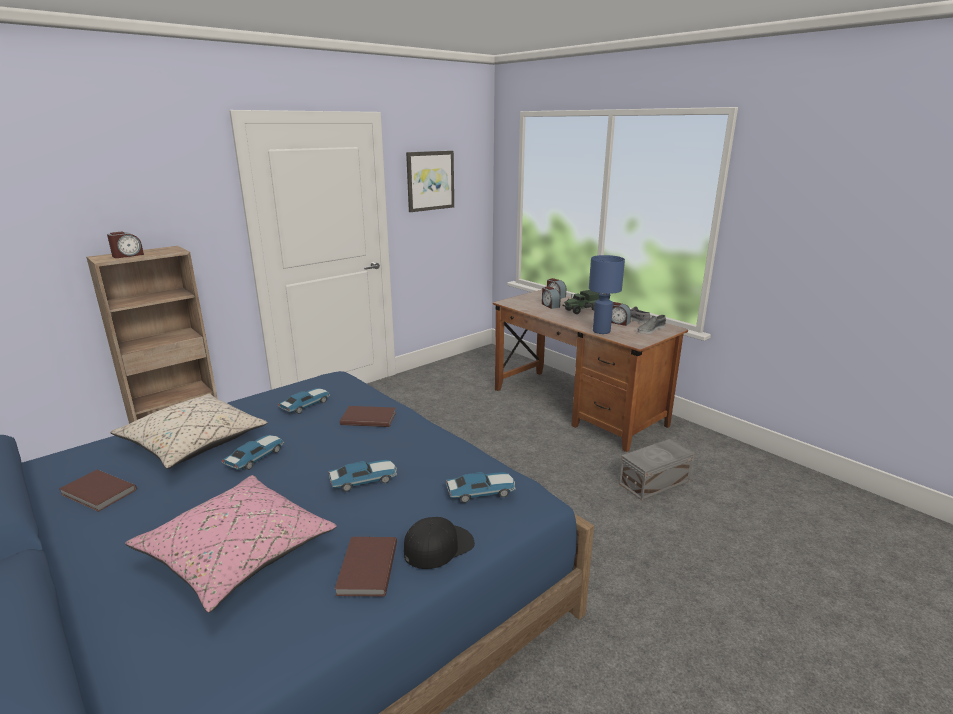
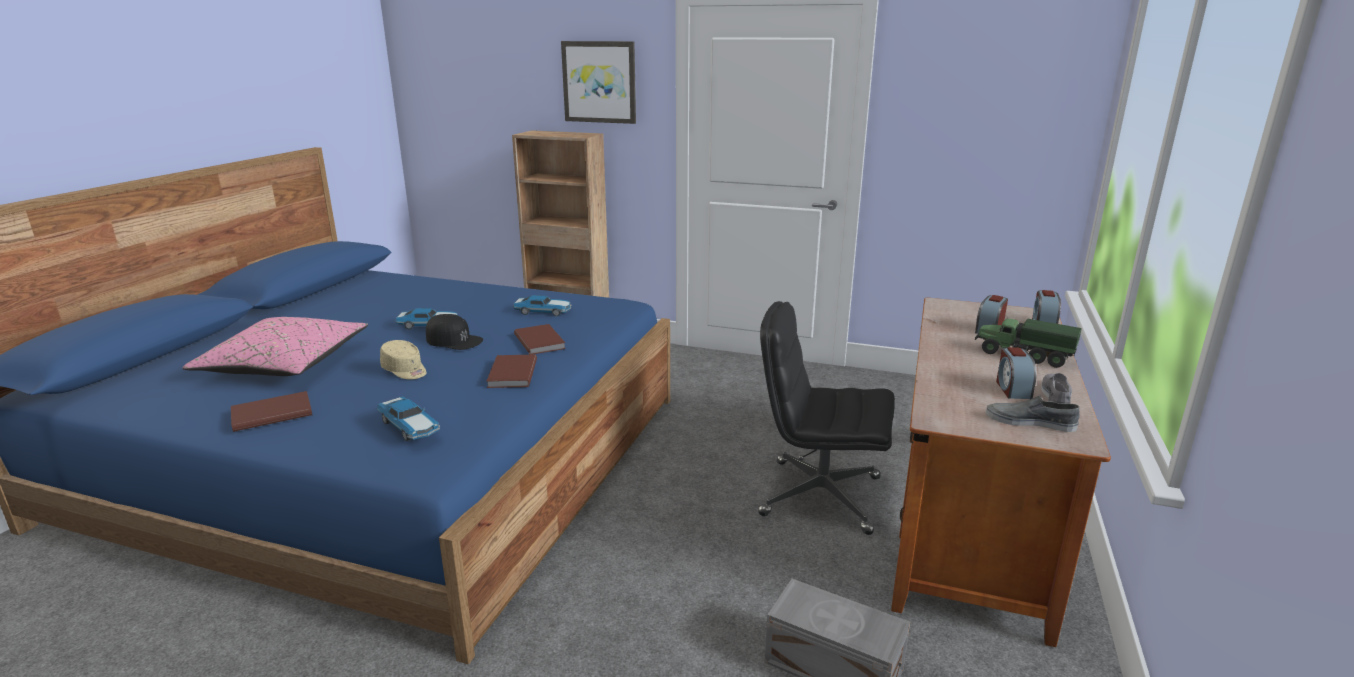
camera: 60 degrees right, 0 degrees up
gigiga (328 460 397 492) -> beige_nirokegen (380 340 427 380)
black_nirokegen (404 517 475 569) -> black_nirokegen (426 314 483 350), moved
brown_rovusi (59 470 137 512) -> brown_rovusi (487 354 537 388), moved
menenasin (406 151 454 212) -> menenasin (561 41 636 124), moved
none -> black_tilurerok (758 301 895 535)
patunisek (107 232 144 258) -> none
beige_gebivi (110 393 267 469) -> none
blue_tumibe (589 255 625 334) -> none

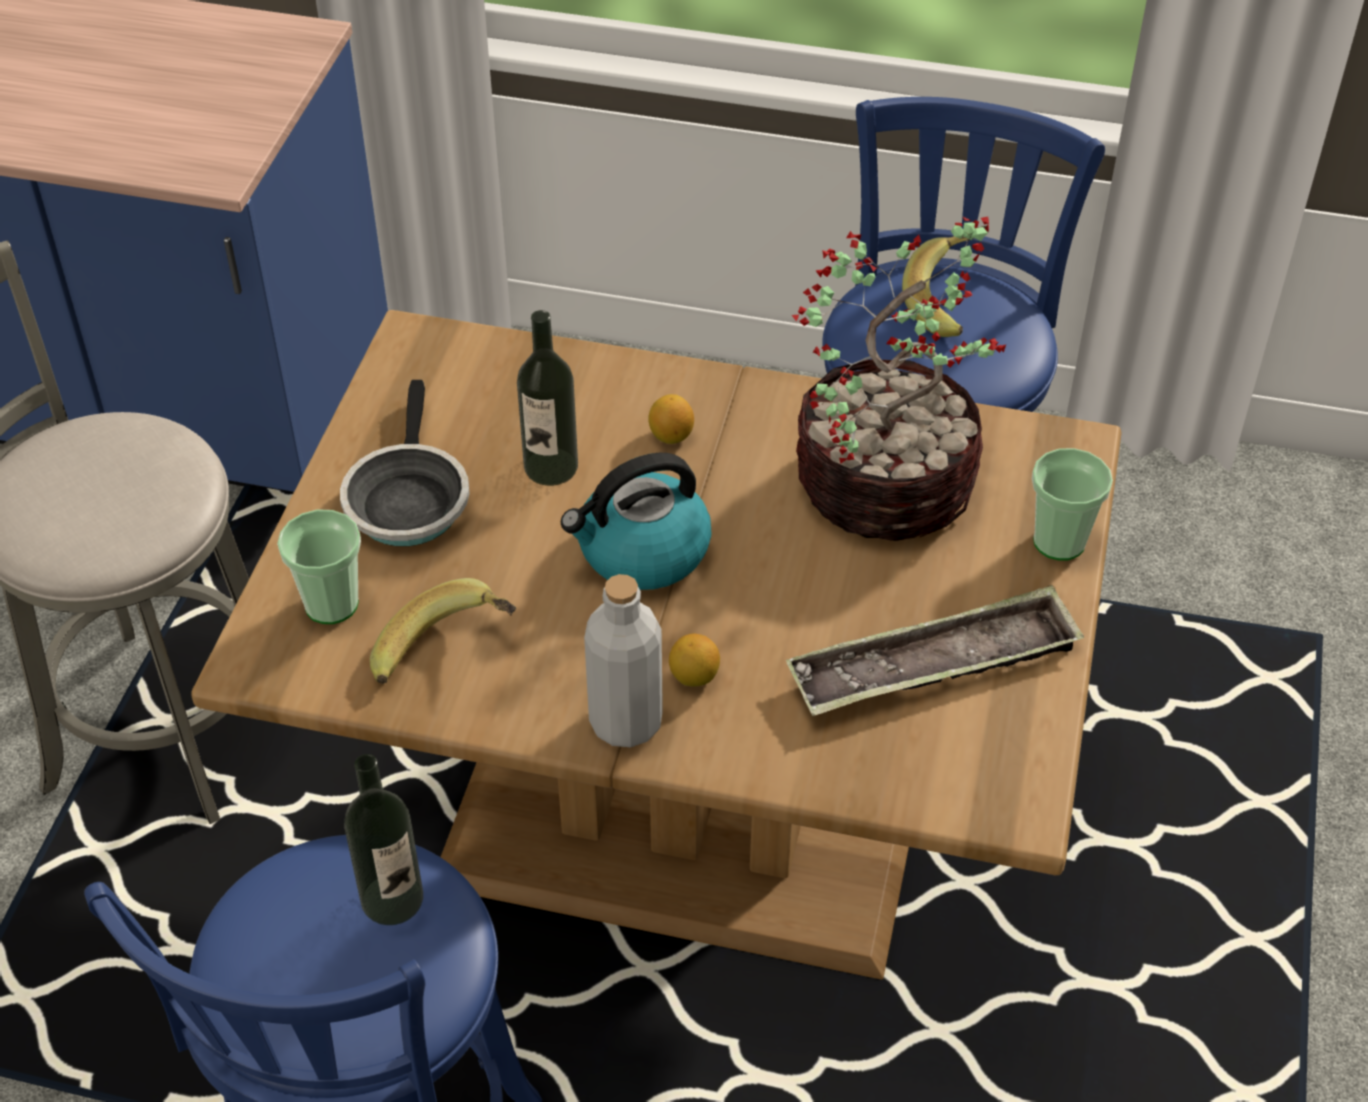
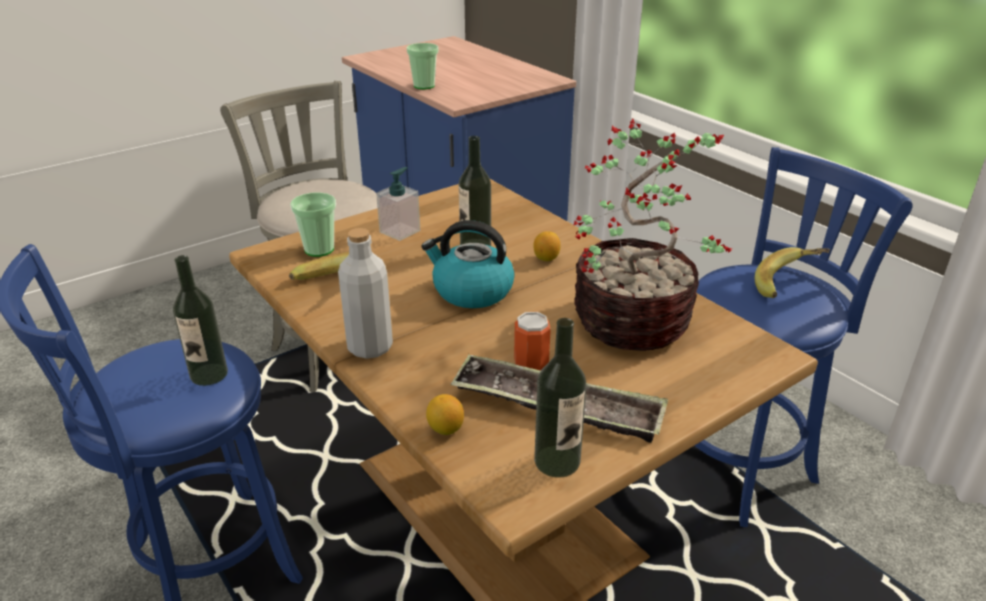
camera: 40 degrees right, 15 degrees down
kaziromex (340 380 470 546) -> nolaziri (376 167 420 241)
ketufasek (1032 448 1113 561) -> ketufasek (407 43 439 89), moved
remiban (669 633 720 687) -> remiban (426 394 464 435), moved
none -> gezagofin (514 312 551 371)
none -> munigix (534 318 586 478)

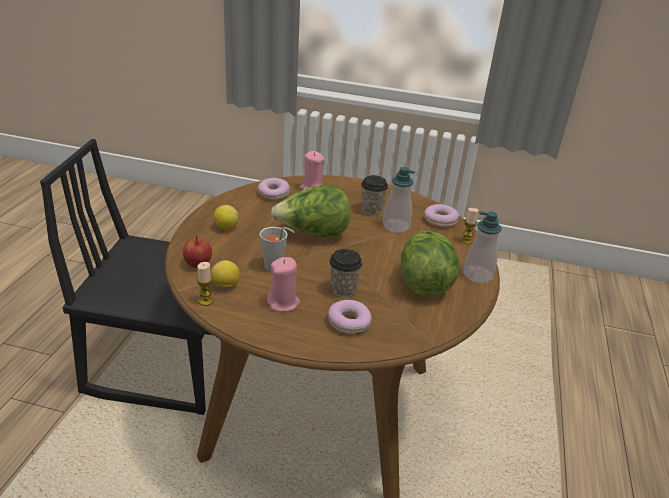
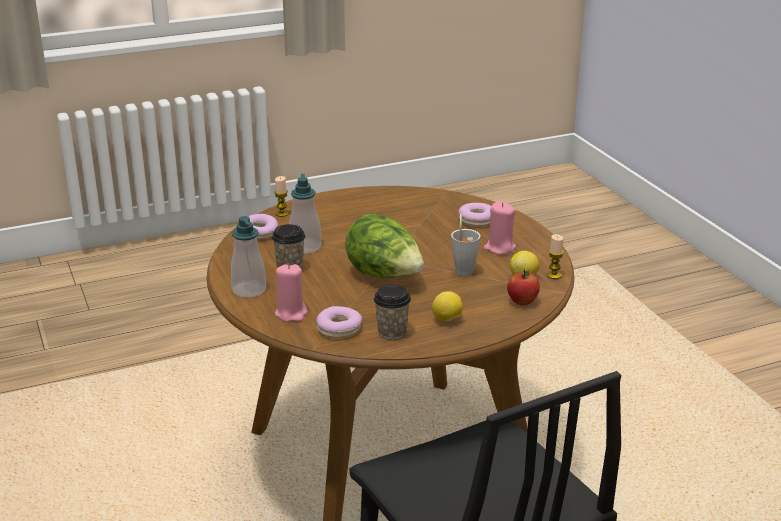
camera: 125 degrees left, 5 degrees down
nolaziri (463 211 502 283) -> nolaziri (231 216 266 298), moved
ketufasek (329 249 363 298) -> ketufasek (374 285 411 340), moved
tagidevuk (401 231 459 297) -> none

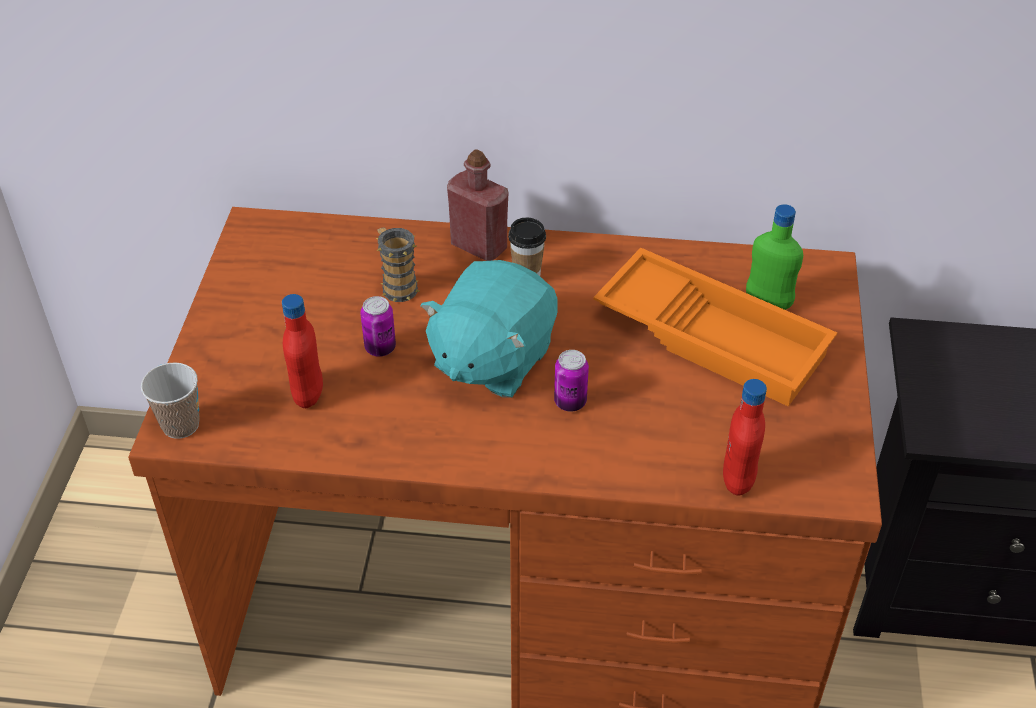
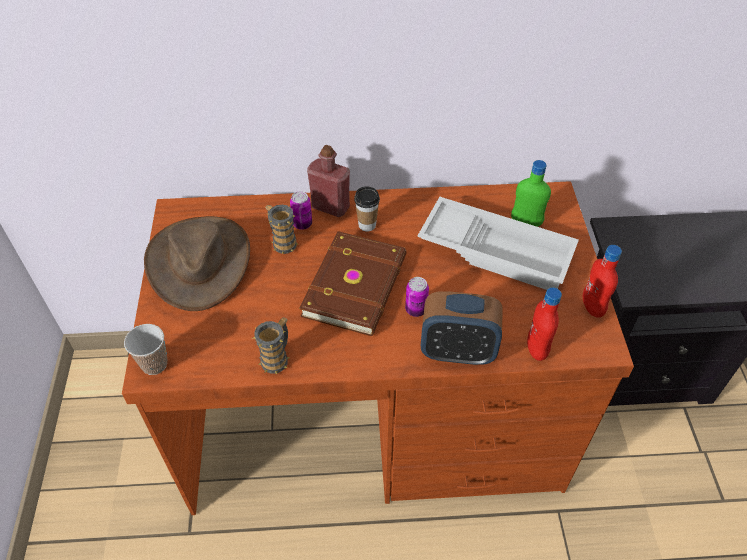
camera: 10 degrees left, 5 degrees up
none -> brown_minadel (144 216 250 311)
none -> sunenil (253 317 290 374)
gezagofin (360 296 396 357) -> gezagofin (290 191 312 230), moved
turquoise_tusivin (420 260 558 397) -> brown_rovusi (299 231 406 336)
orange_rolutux (593 247 837 406) -> white_rolutux (417 197 579 290)
none -> patunisek (421 291 503 365)
red_munigix (282 294 323 408) -> red_munigix (583 245 622 318), moved

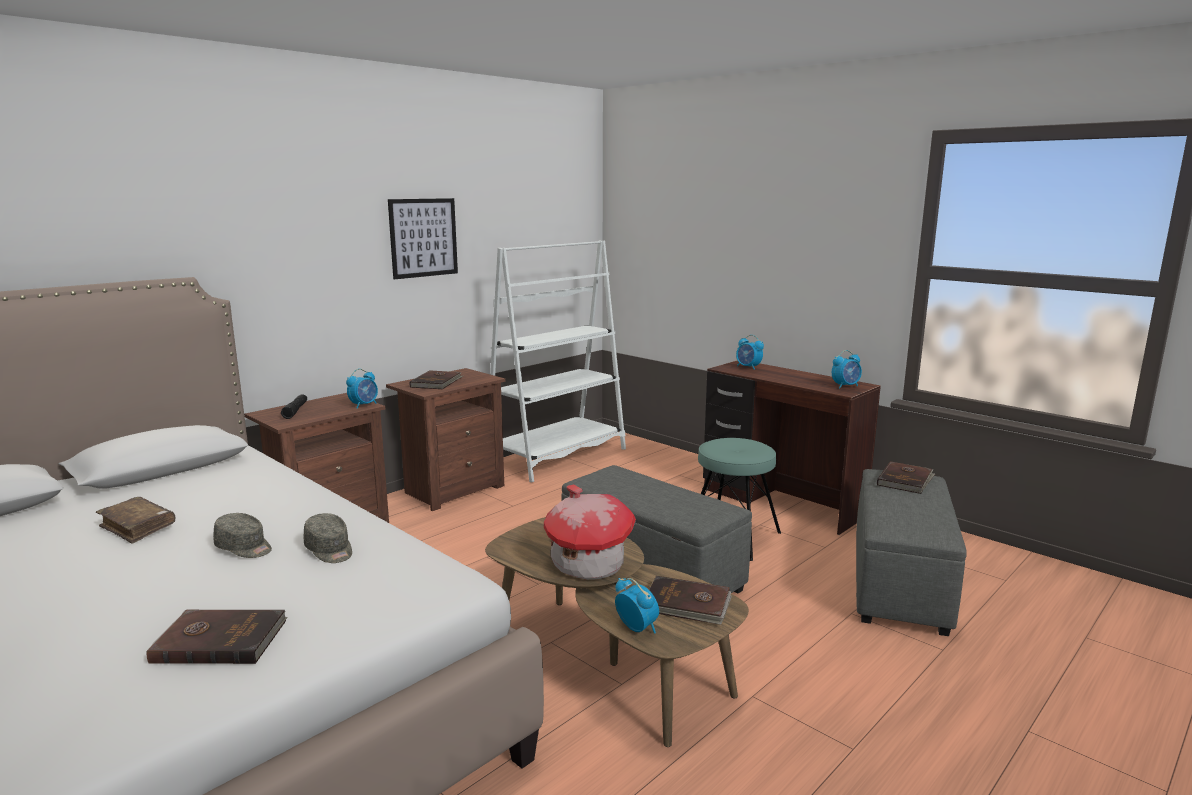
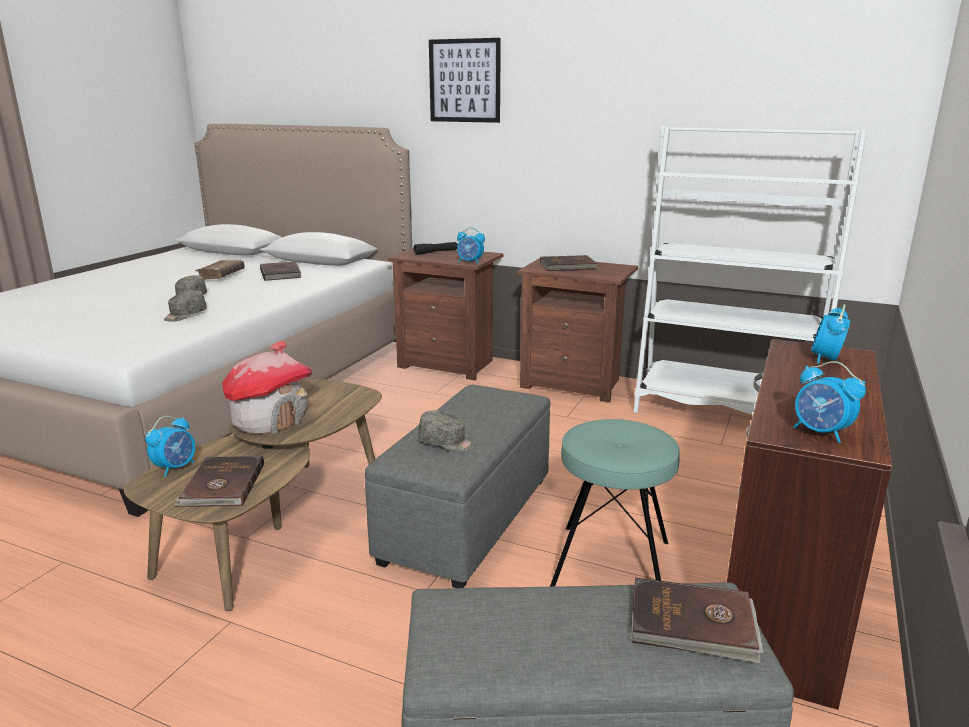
camera: 70 degrees right, 5 degrees up
brown_rovusi (146 610 288 664) -> brown_rovusi (260 261 301 281), moved
none -> grey_nirokegen (418 410 474 452)
menenasin (388 198 458 279) -> menenasin (429 38 501 123), moved

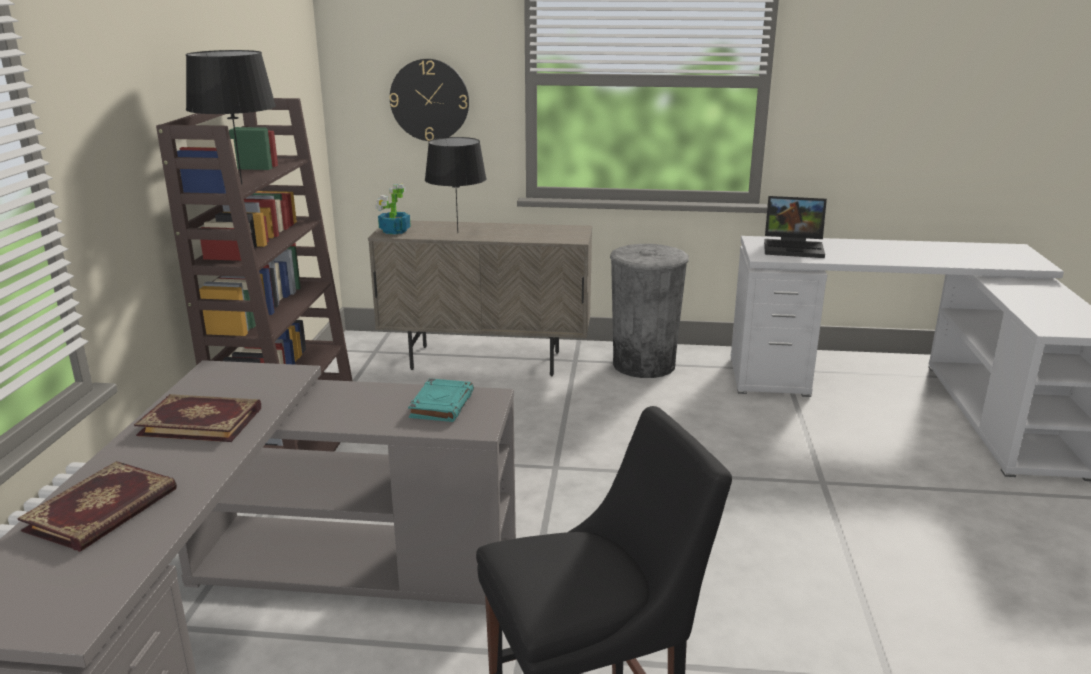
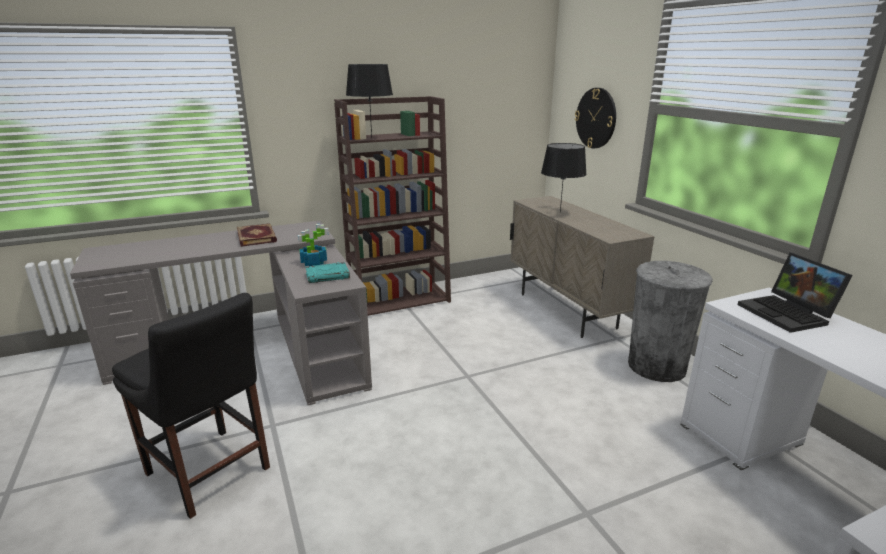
camera: 60 degrees right, 0 degrees up
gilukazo (375 184 411 235) -> gilukazo (298 224 328 266), moved
rovusi (17 461 177 552) -> none

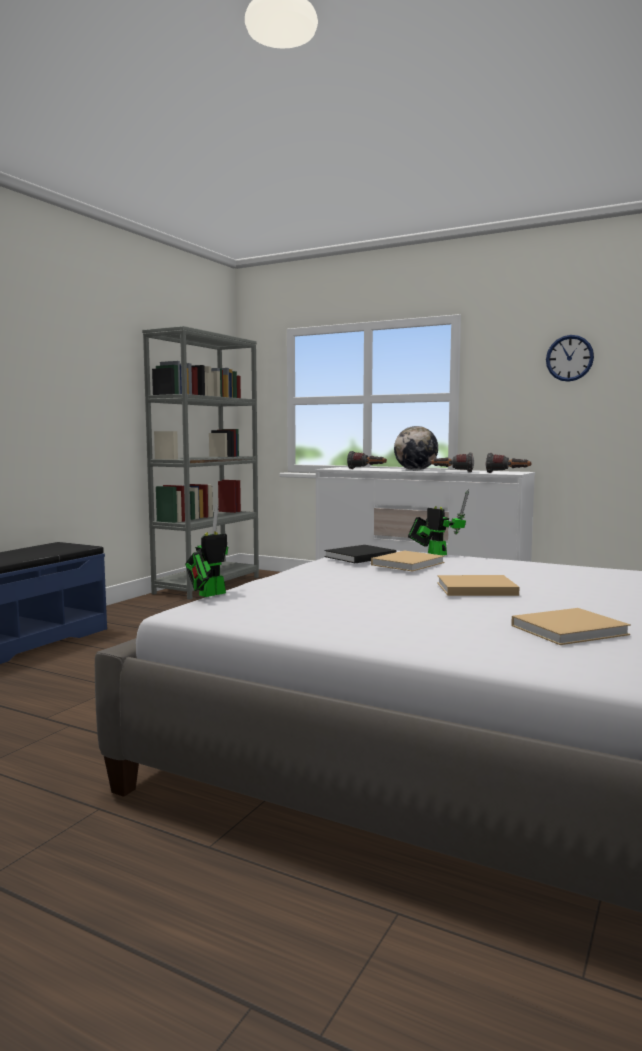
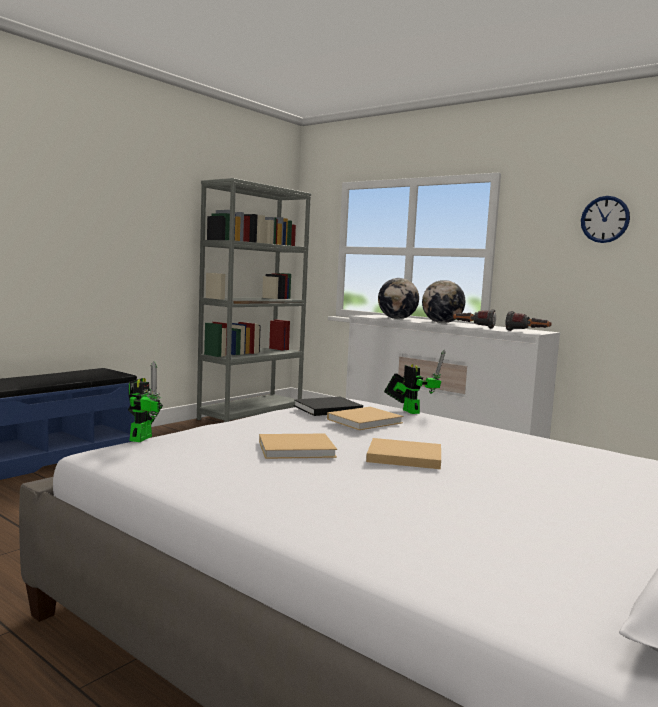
camera: 10 degrees right, 0 degrees up
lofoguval (185 504 228 597) -> lofoguval (128 362 163 442), 135 degrees clockwise
beige_rovusi (511 608 631 645) -> beige_rovusi (259 434 337 459), moved
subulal (347 451 387 469) -> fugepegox (378 278 419 319)

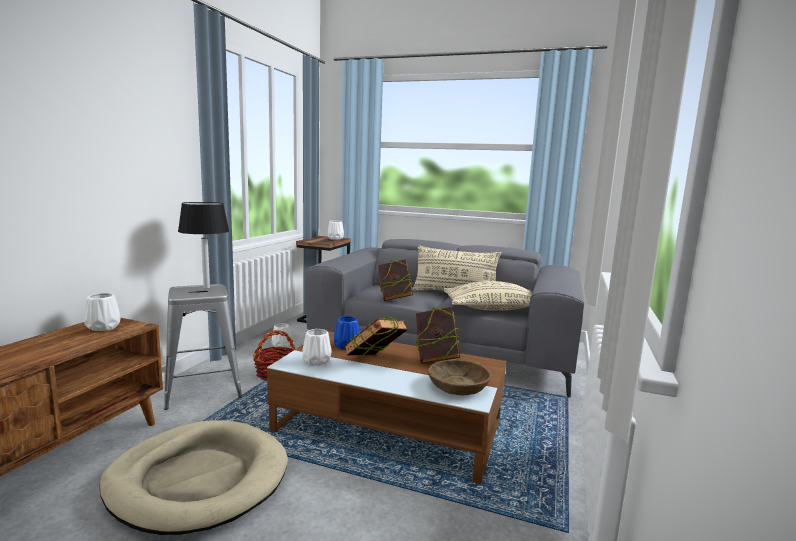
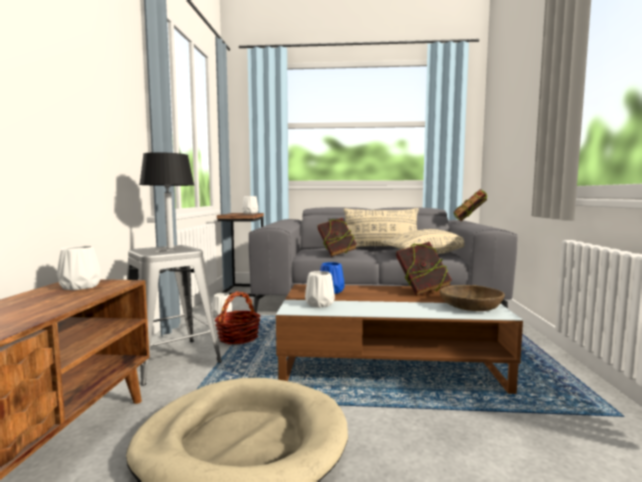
camera: 15 degrees left, 5 degrees down
rovusi (344 317 408 357) -> rovusi (454 189 487 221), moved

